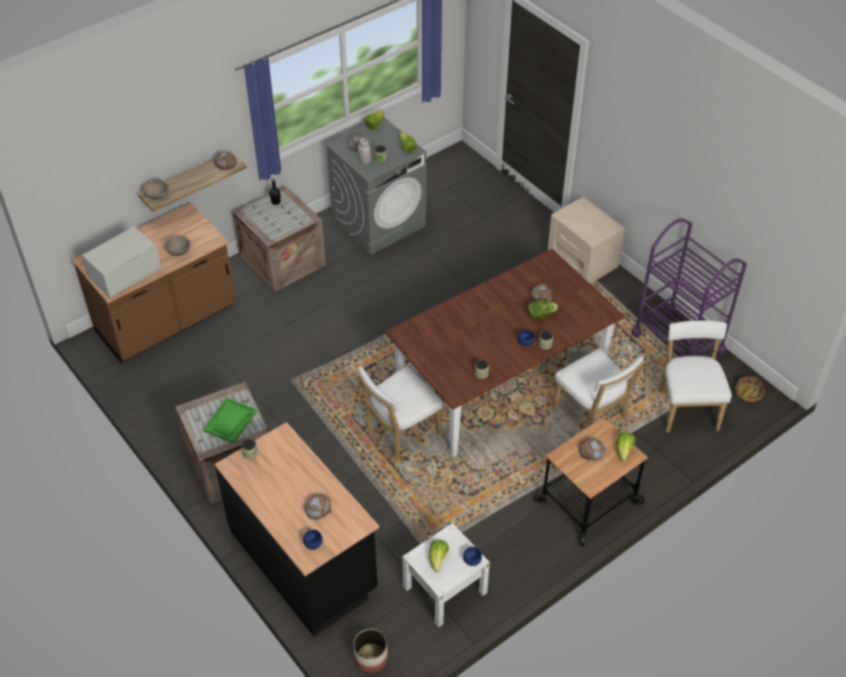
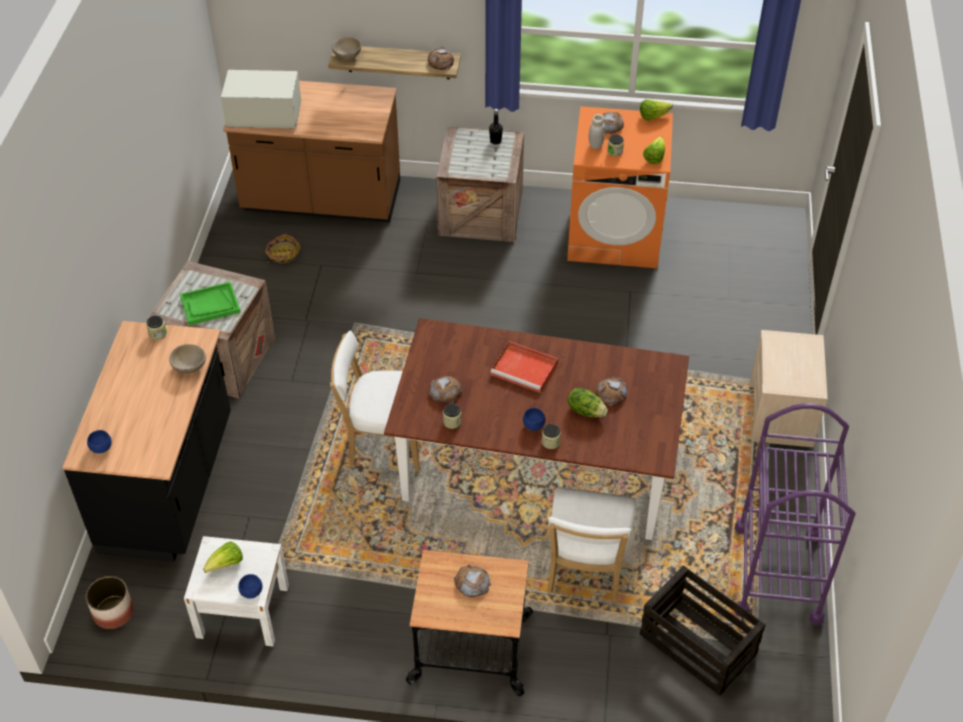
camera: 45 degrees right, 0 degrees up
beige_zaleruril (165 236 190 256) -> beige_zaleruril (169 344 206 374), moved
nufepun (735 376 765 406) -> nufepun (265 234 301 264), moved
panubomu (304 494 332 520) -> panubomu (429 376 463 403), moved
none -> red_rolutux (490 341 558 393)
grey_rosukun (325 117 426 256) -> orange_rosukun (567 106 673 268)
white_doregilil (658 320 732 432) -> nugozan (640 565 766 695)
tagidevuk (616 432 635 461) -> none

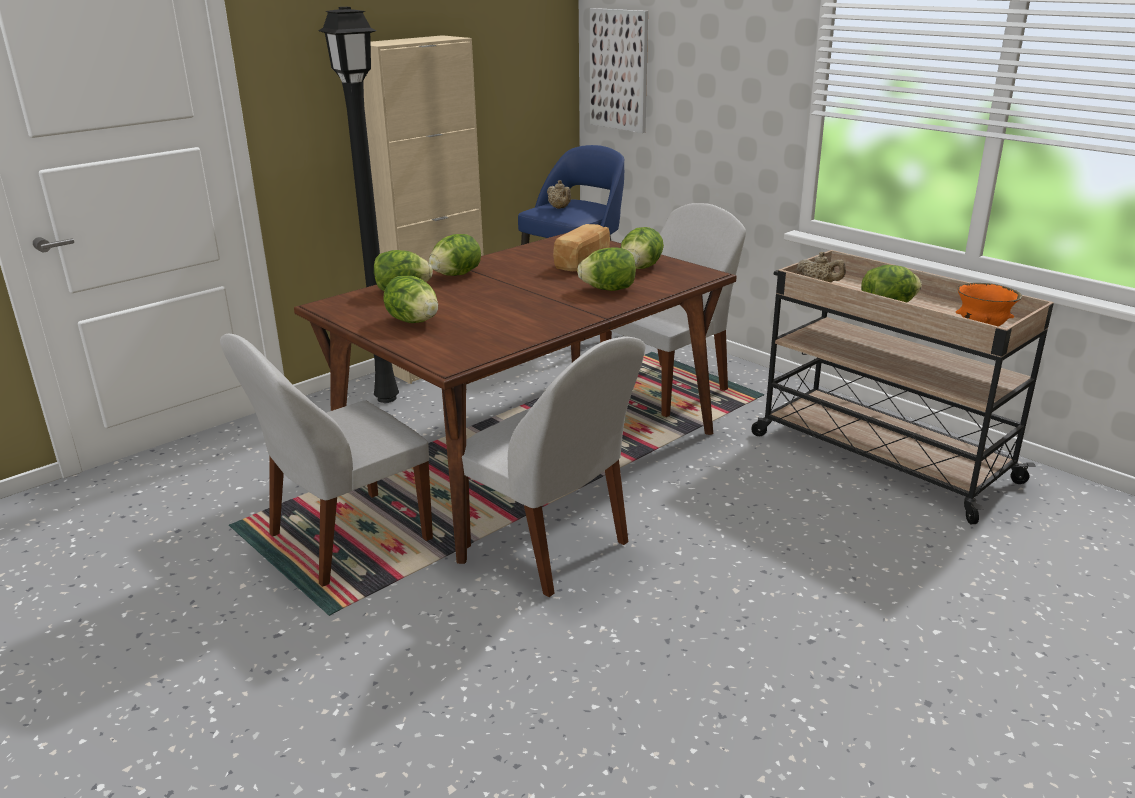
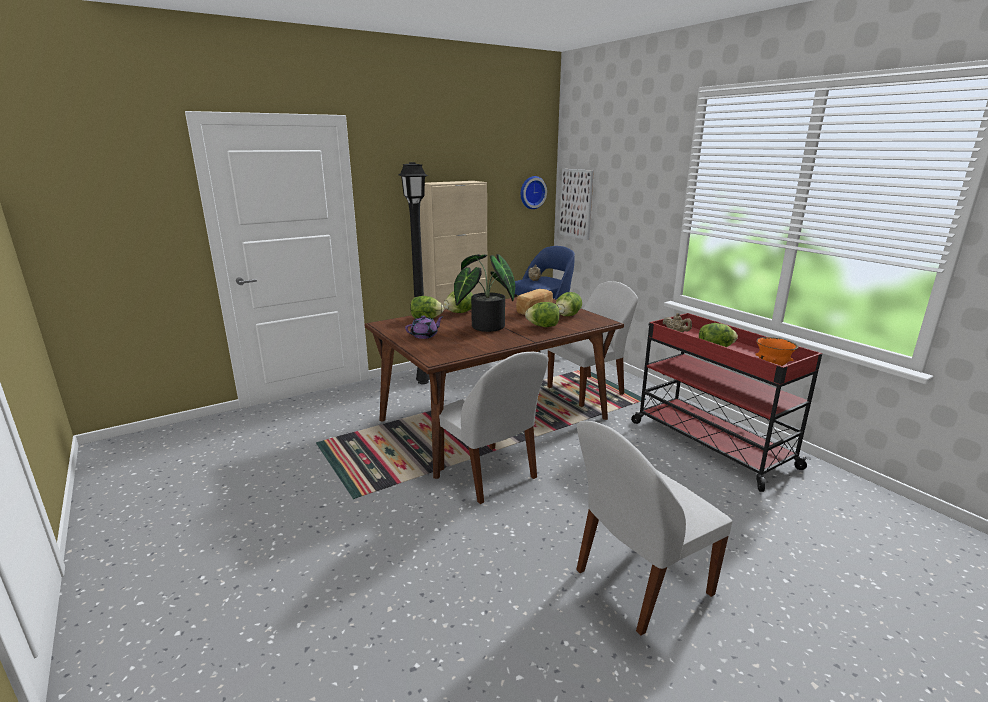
camera: 10 degrees right, 5 degrees down
tagidevuk (383 276 438 323) -> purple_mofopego (405 315 444 339)
none -> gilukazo (454 254 516 332)
none -> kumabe (521 176 547 209)
white_doregilil (220 334 433 587) -> white_doregilil (576 421 732 636), moved
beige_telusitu (751 250 1054 524) -> red_telusitu (631 313 822 492)

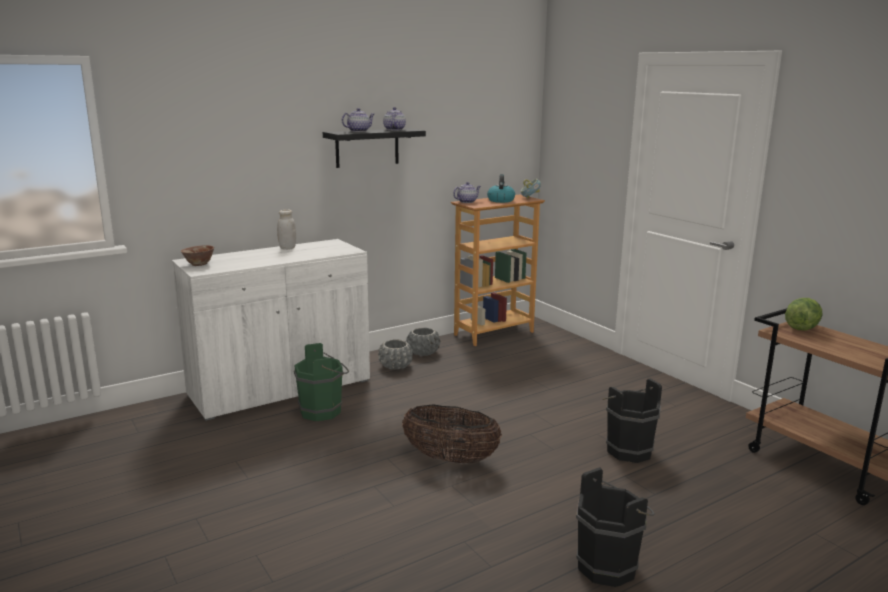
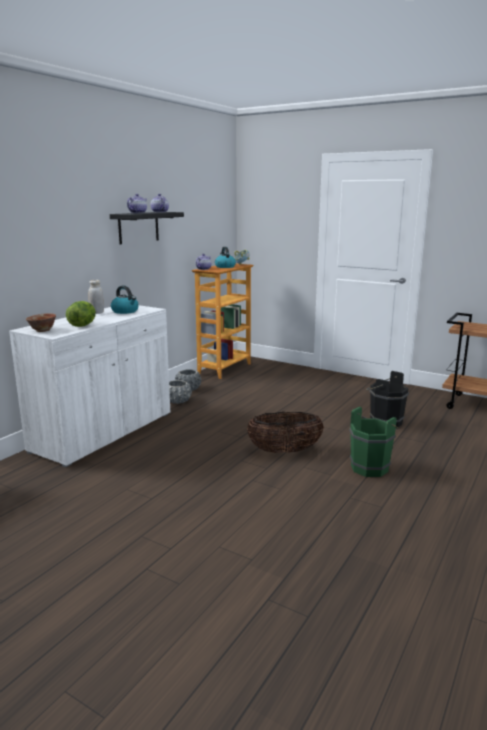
camera: 25 degrees left, 0 degrees up
tagidevuk (785 298 822 331) -> tagidevuk (66 301 96 327), moved
none -> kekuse (111 285 139 314)
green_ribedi (294 343 349 421) -> green_ribedi (349 407 399 477), moved
black_ribedi (576 468 655 587) -> none

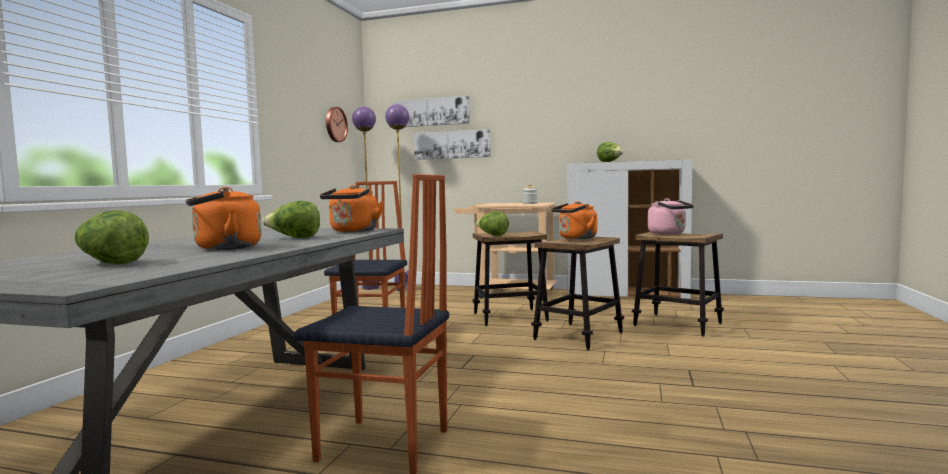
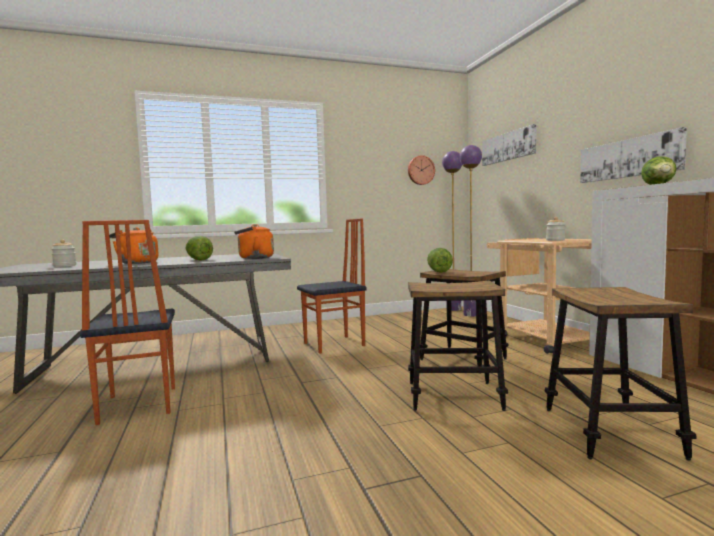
camera: 55 degrees right, 0 degrees up
tagidevuk (74 210 149 264) -> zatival (52 239 76 267)
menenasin (414 129 491 160) -> menenasin (580 127 687 183), moved
orange_kekuse (551 201 597 239) -> none
pink_kekuse (648 198 694 234) -> none

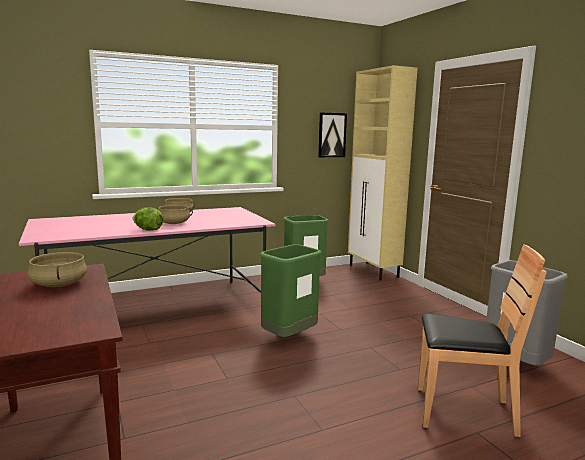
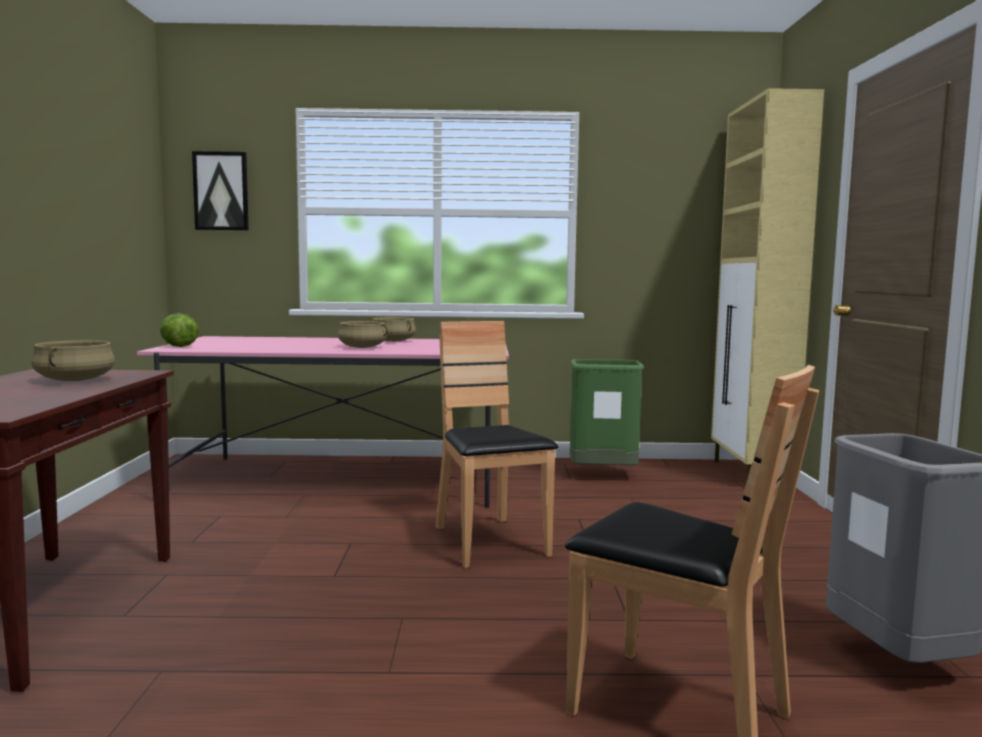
camera: 25 degrees right, 5 degrees down
tagidevuk (133 207 163 231) -> tagidevuk (160 313 199 347), moved
menenasin (318 112 347 157) -> menenasin (192 151 249 231), moved
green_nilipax (260 244 322 337) -> brown_doregilil (436 321 558 568)

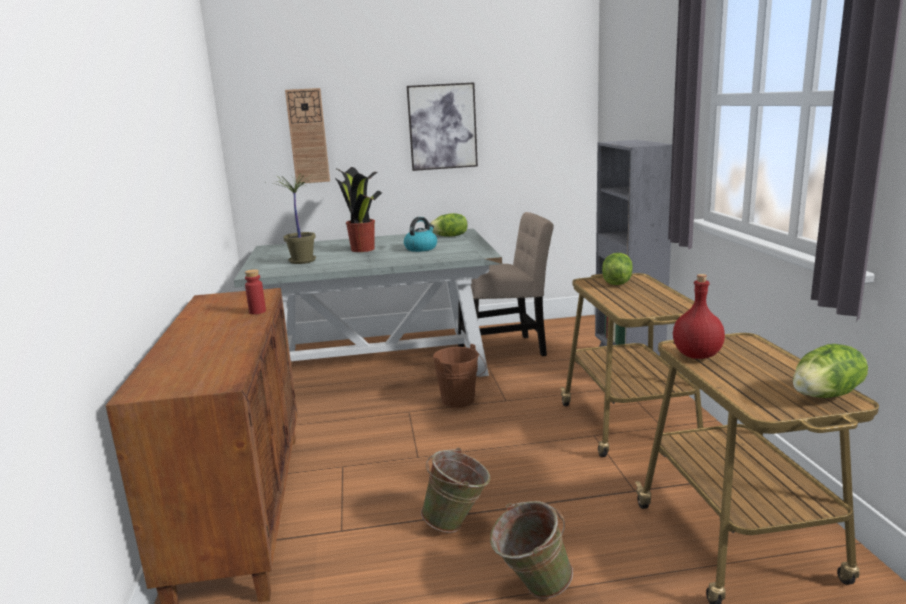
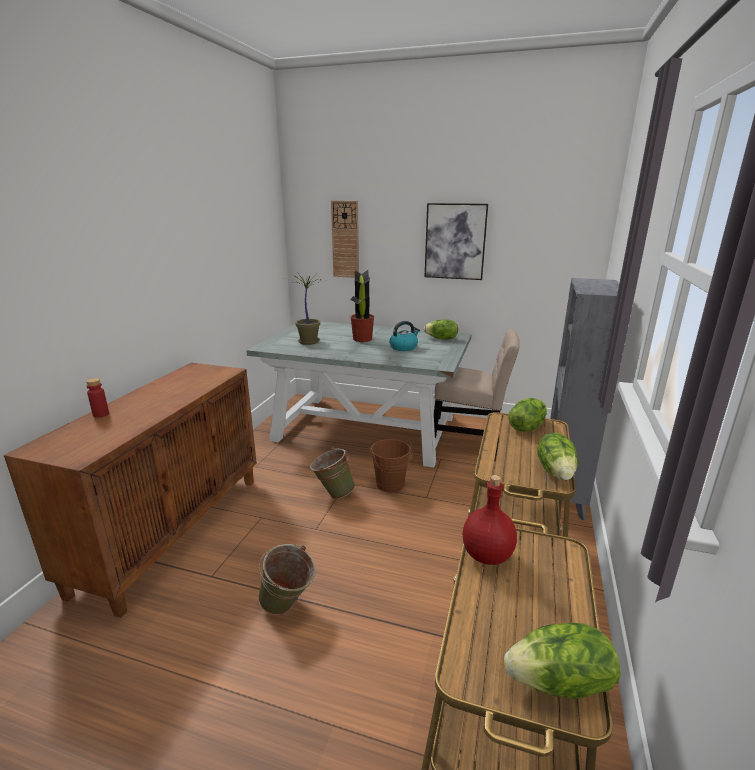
camera: 25 degrees right, 5 degrees up
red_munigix (245 269 266 314) -> red_munigix (86 378 109 418), moved
green_ribedi (490 501 573 598) -> green_ribedi (310 447 355 499), moved
none -> tagidevuk (537 433 578 480)

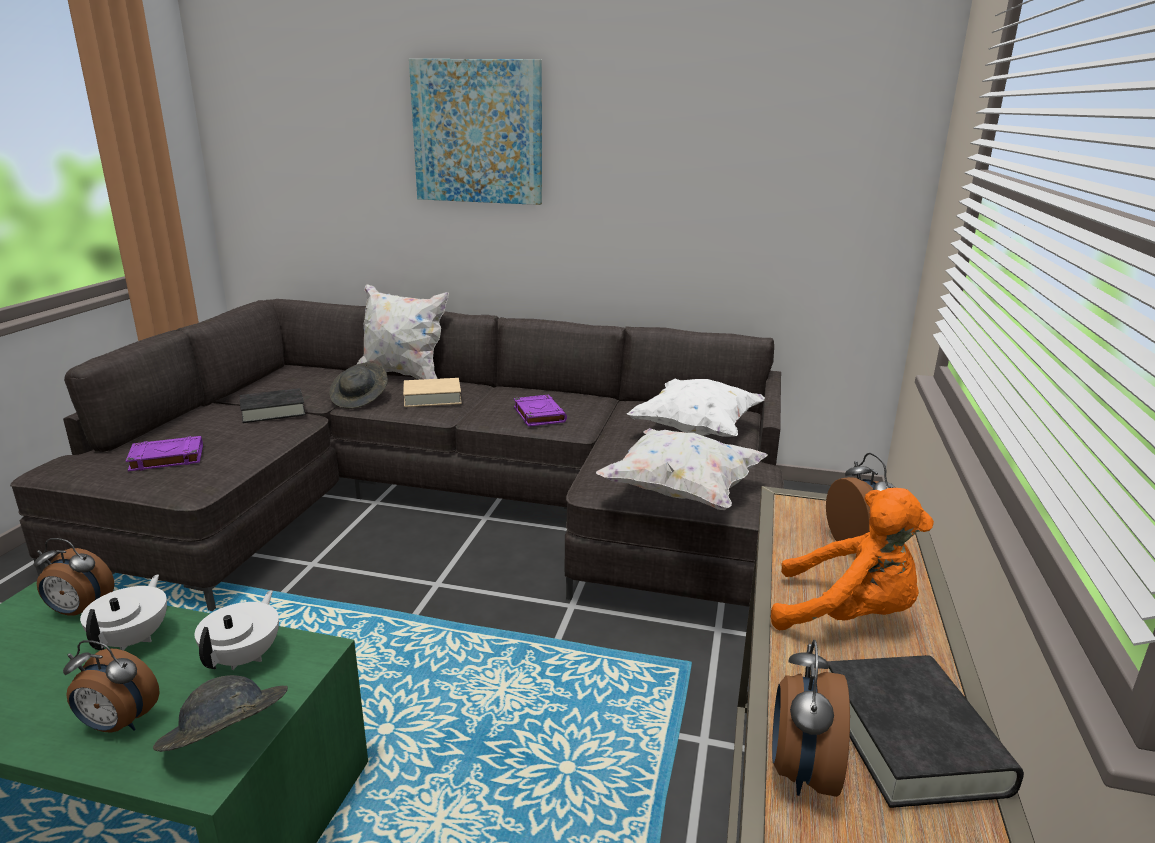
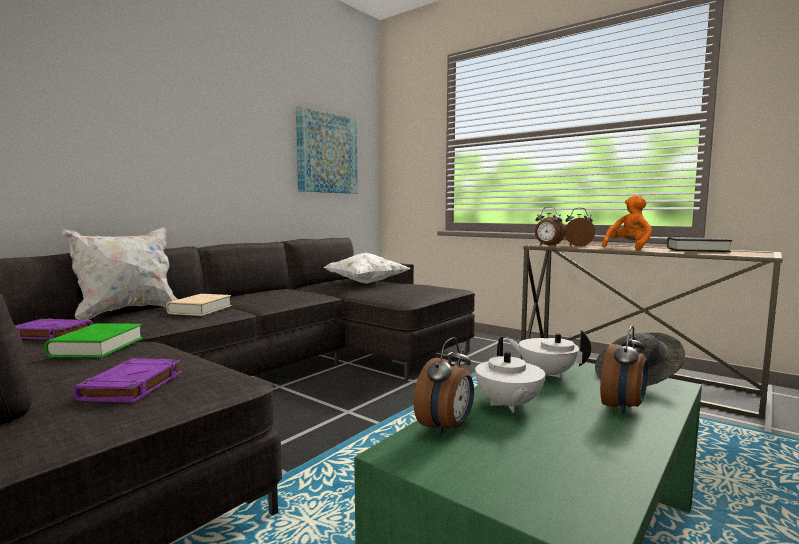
camera: 65 degrees left, 15 degrees down
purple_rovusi (514 395 567 427) -> purple_rovusi (15 319 93 339), moved
black_rovusi (240 388 306 423) -> green_rovusi (45 323 143 358)
menenasin (409 59 542 205) -> menenasin (296 106 358 194), moved
white_mofopego (80 574 167 651) -> white_mofopego (475 337 545 413), 120 degrees counterclockwise
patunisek (772 640 850 797) -> patunisek (535 207 565 246), moved
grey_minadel (329 362 388 409) -> none
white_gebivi (596 428 767 510) -> none

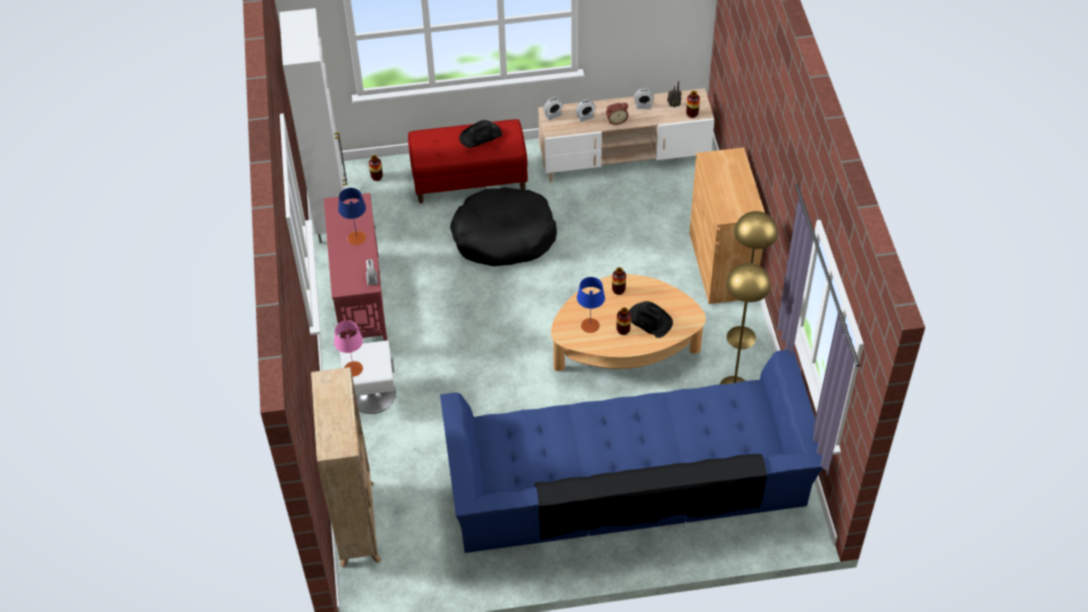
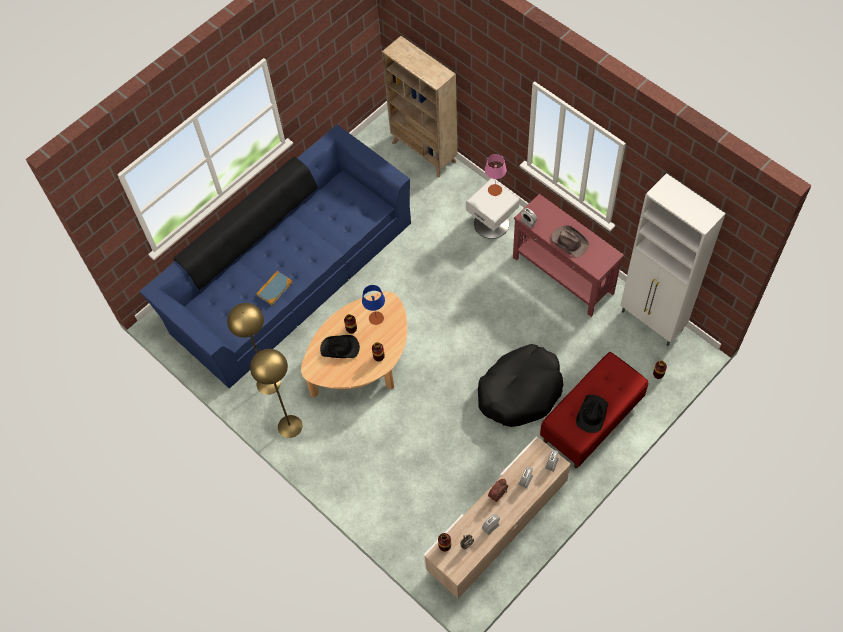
camera: 145 degrees right, 10 degrees up
none -> rovusi (256 271 293 305)
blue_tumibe (338 188 366 245) -> brown_minadel (550 225 589 258)
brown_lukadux (689 147 765 304) -> none

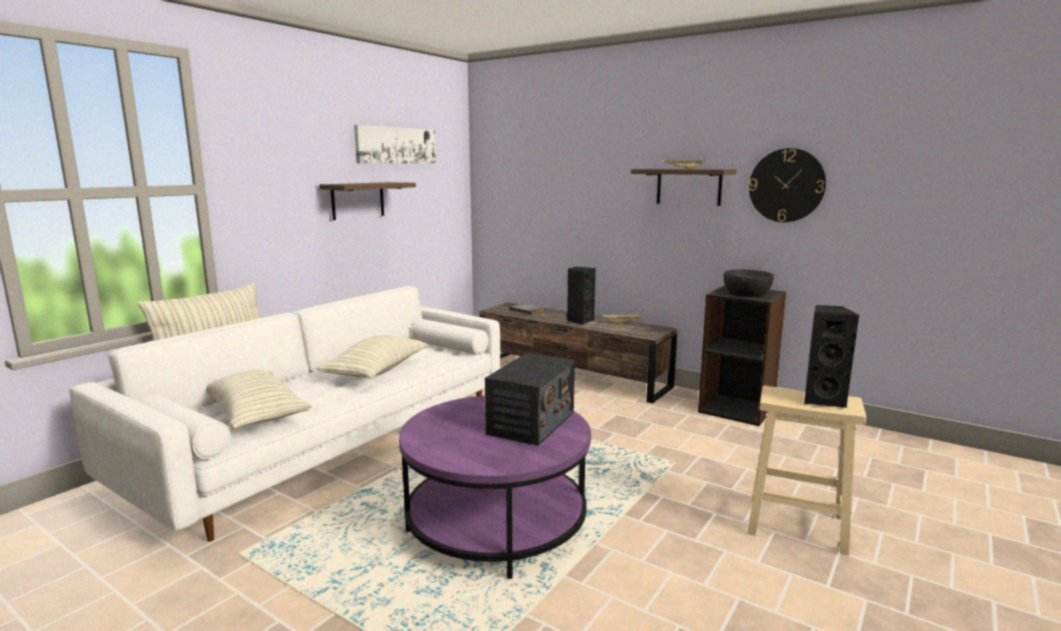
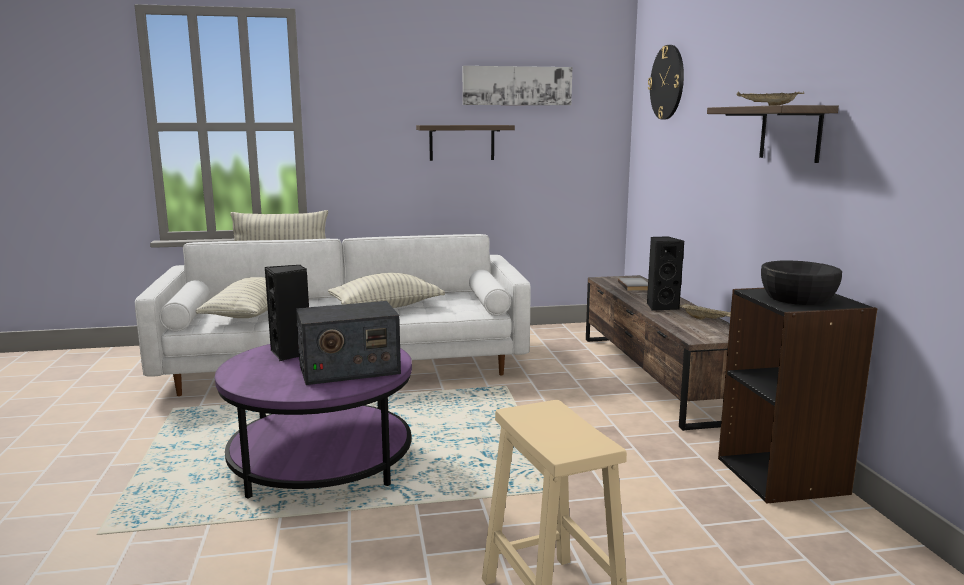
camera: 45 degrees right, 0 degrees up
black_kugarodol (804 305 859 408) -> black_kugarodol (265 265 309 361), moved
kumabe (749 148 826 222) -> kumabe (648 45 684 120), moved

